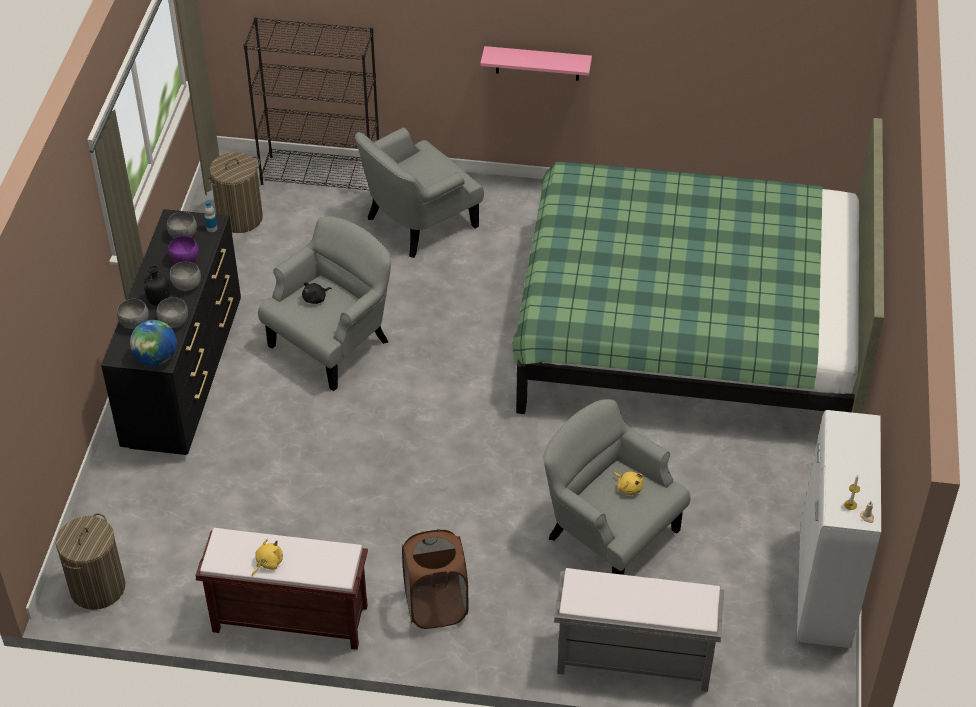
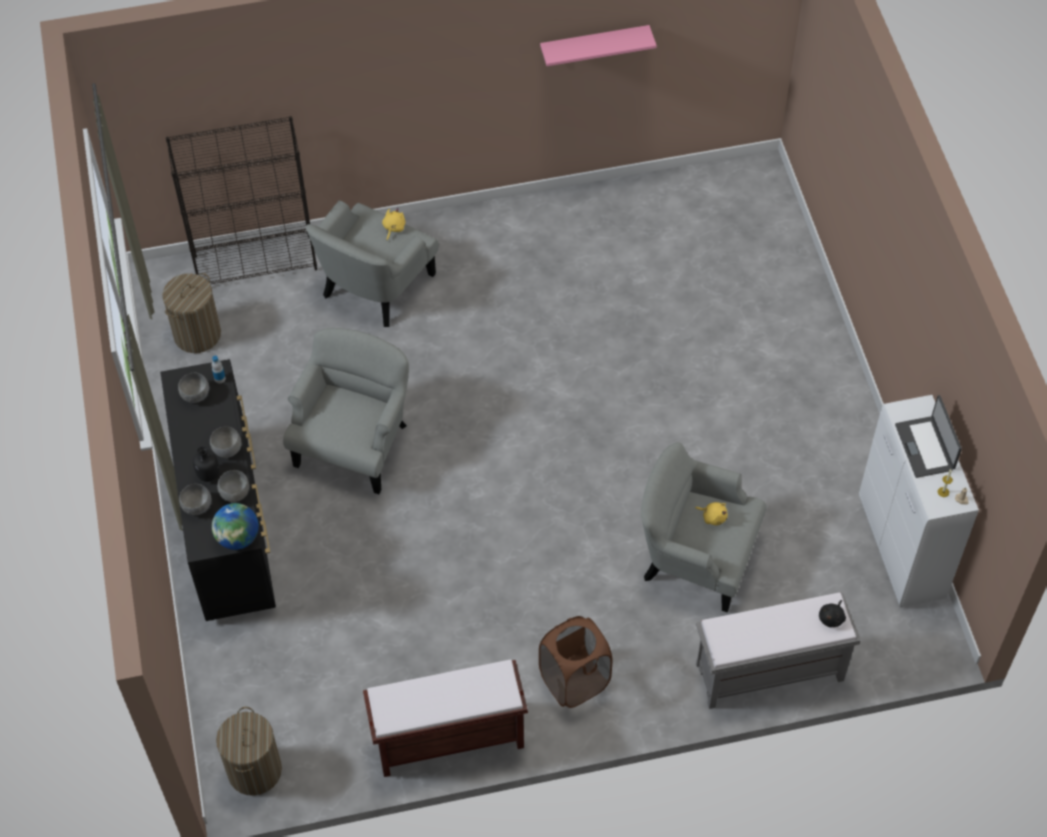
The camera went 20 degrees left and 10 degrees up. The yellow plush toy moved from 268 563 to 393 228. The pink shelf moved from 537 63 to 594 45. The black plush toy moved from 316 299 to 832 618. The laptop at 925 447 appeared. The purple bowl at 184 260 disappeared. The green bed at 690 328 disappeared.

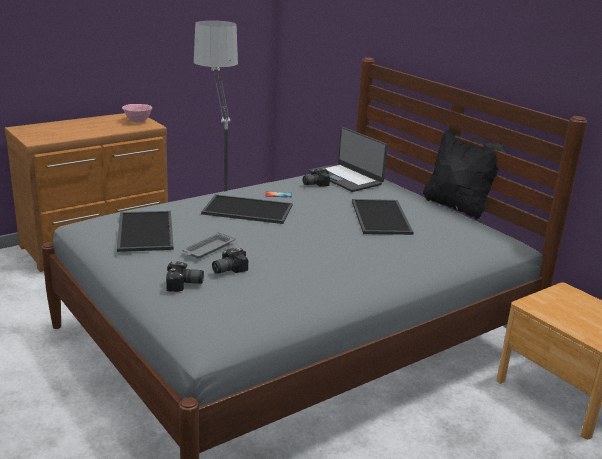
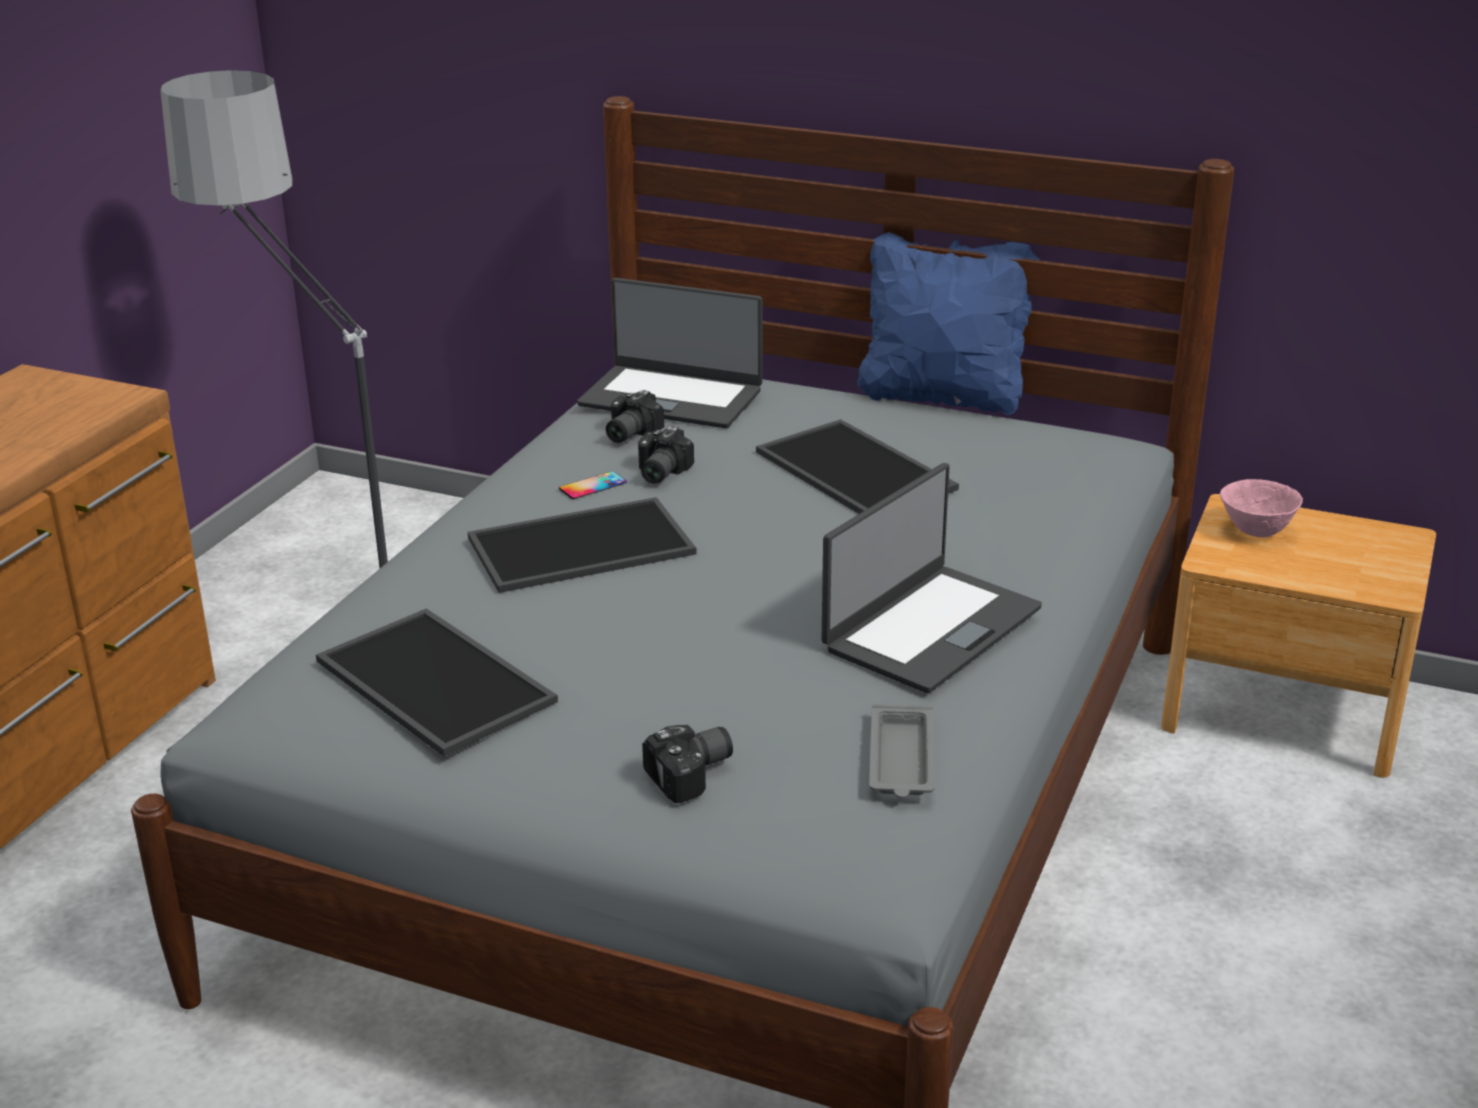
The camera went 30 degrees left and 5 degrees up. The photo camera moved from 227 269 to 658 473. The laptop at 930 628 appeared. The black pillow at 457 207 became the blue pillow at 942 398. The grey tray moved from 208 249 to 901 760. The pink bowl moved from 137 121 to 1255 531.

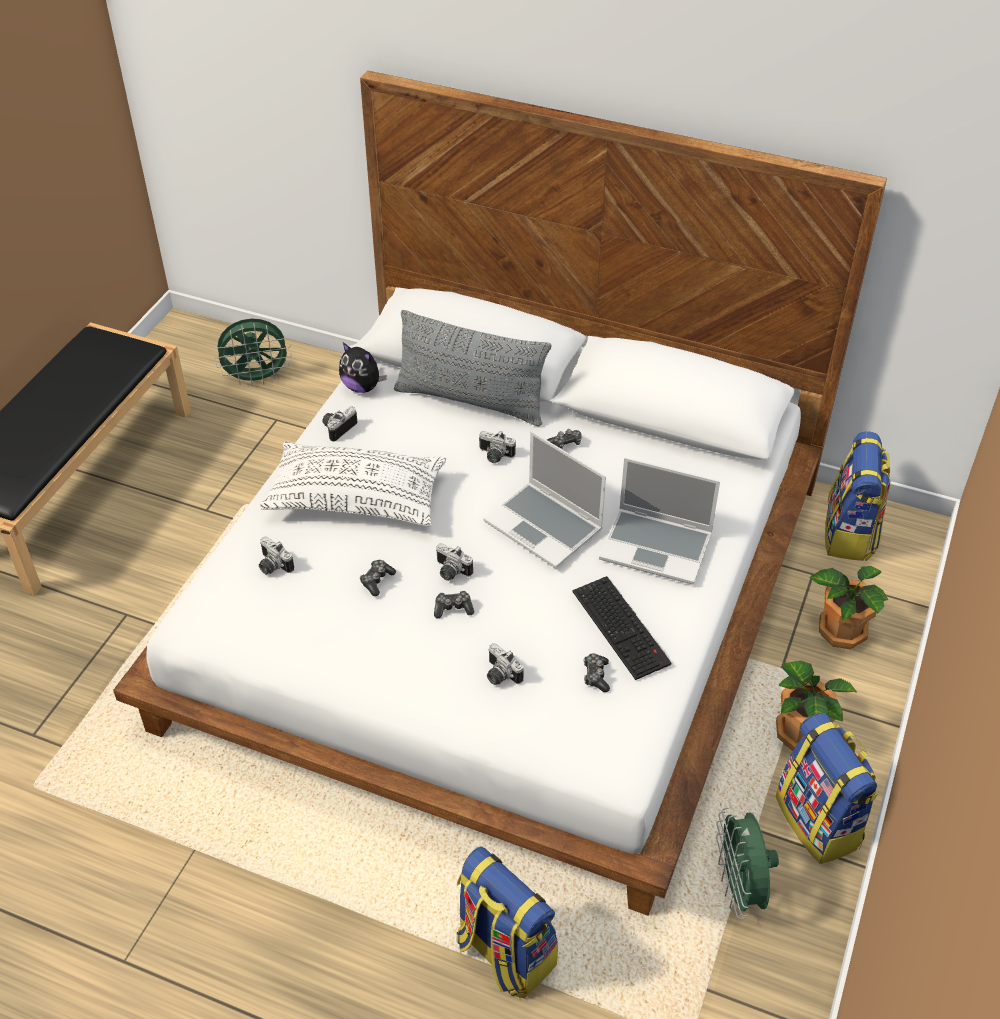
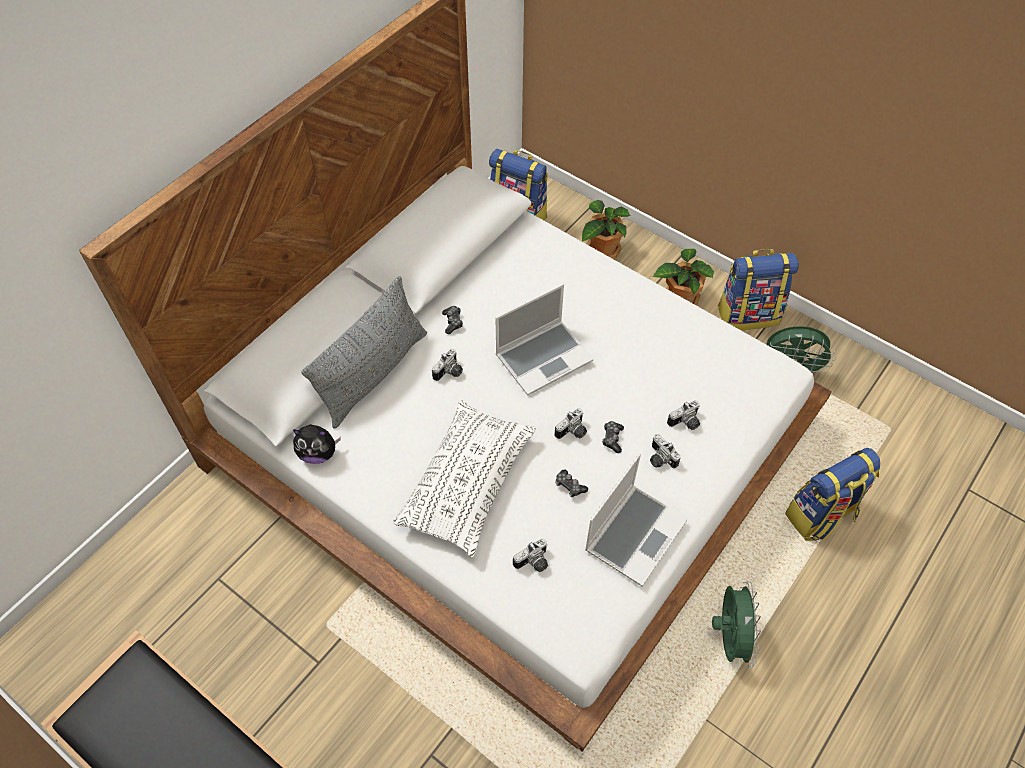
The camera went 75 degrees left and 10 degrees up. The plush toy at 362 387 turned 45 degrees clockwise. The laptop moved from 657 547 to 635 533. The photo camera moved from 337 428 to 659 459. The green fan moved from 257 378 to 729 637. The keyboard at 623 628 disappeared. The game controller at 596 676 disappeared.

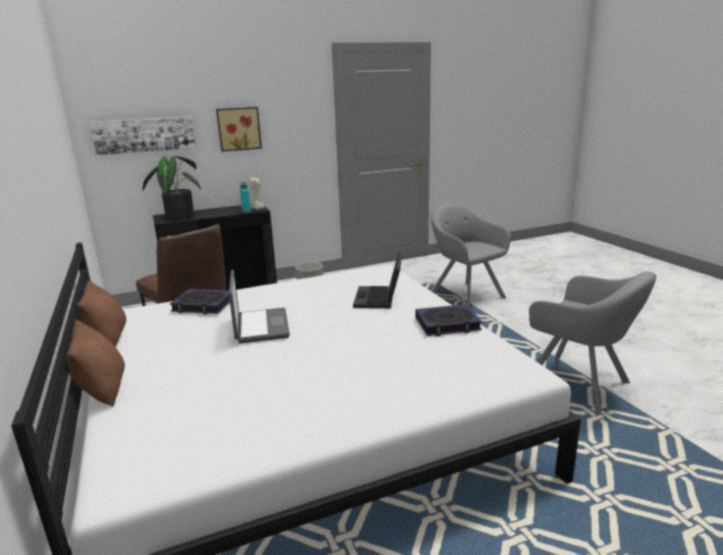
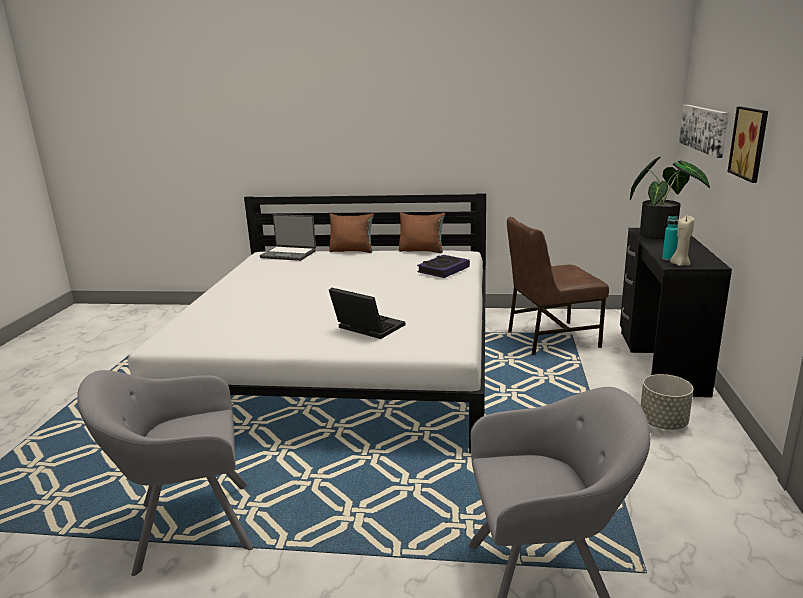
The camera went 120 degrees right and 0 degrees up. The laptop moved from 260 327 to 289 254. The book at 447 324 disappeared.

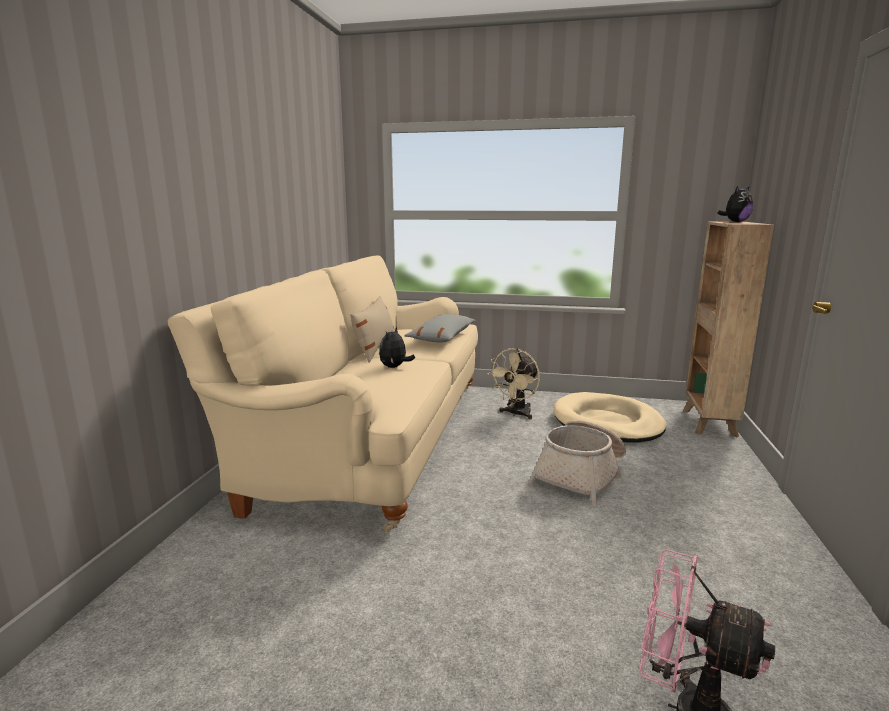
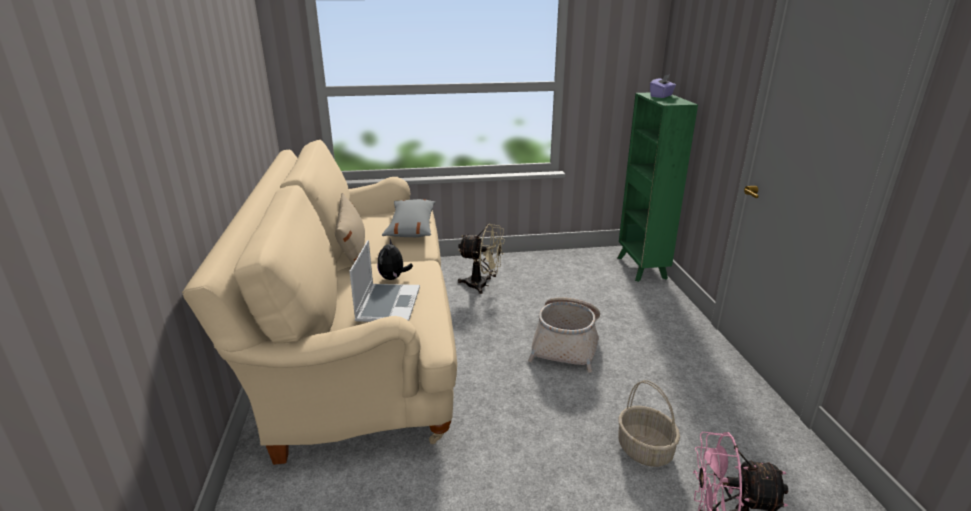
The camera went 20 degrees left and 10 degrees up. The laptop at 387 304 appeared. The beige fan at 516 414 turned 90 degrees counterclockwise. The brown bookcase at 709 424 became the green bookcase at 641 268. The basket at 645 450 appeared. The plush toy at 735 222 was replaced by the purple tissue box at 661 96. The beige dog bed at 607 423 disappeared.

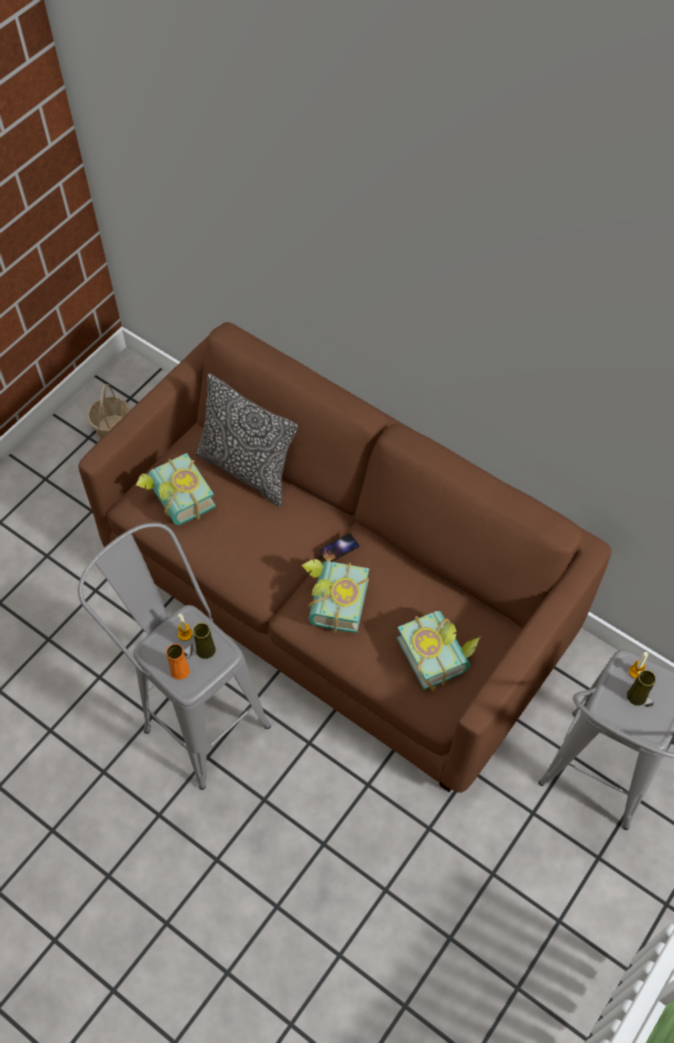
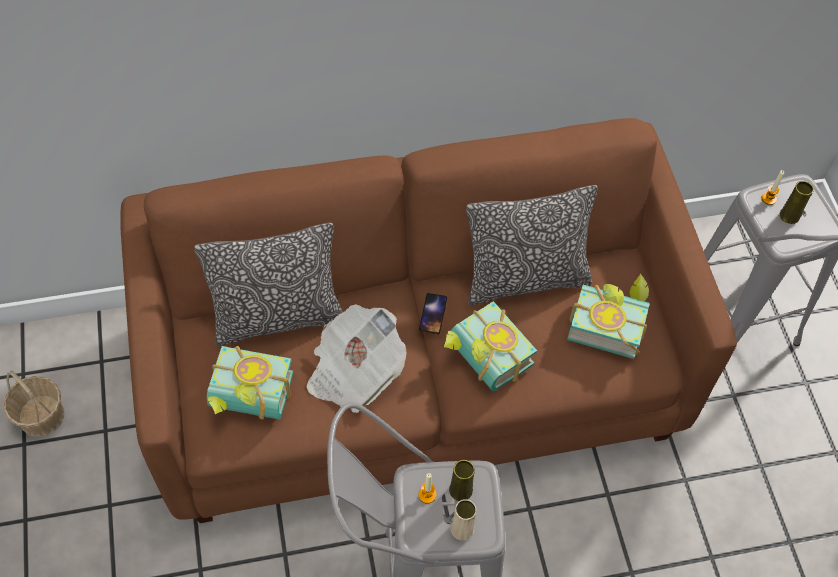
The camera went 50 degrees left and 0 degrees up. The newspaper at 354 371 appeared. The orange vase at 180 671 became the beige vase at 462 529. The pillow at 525 279 appeared.

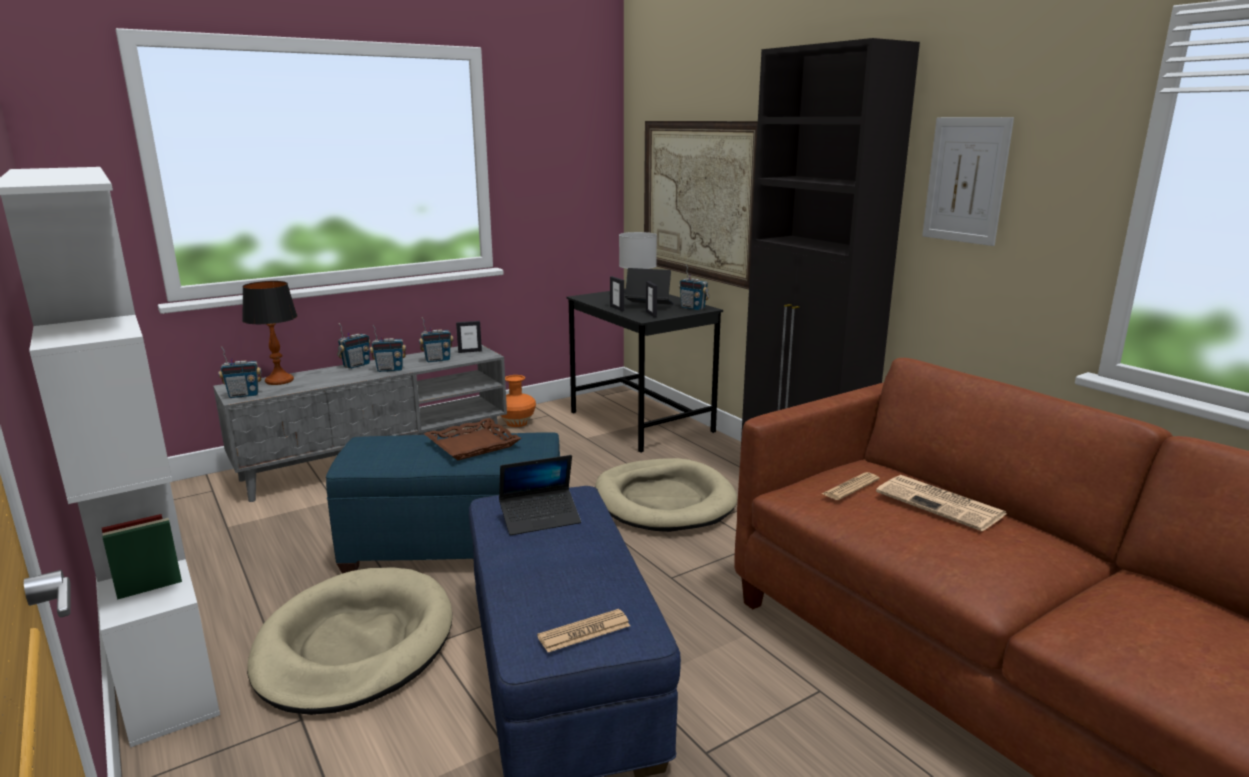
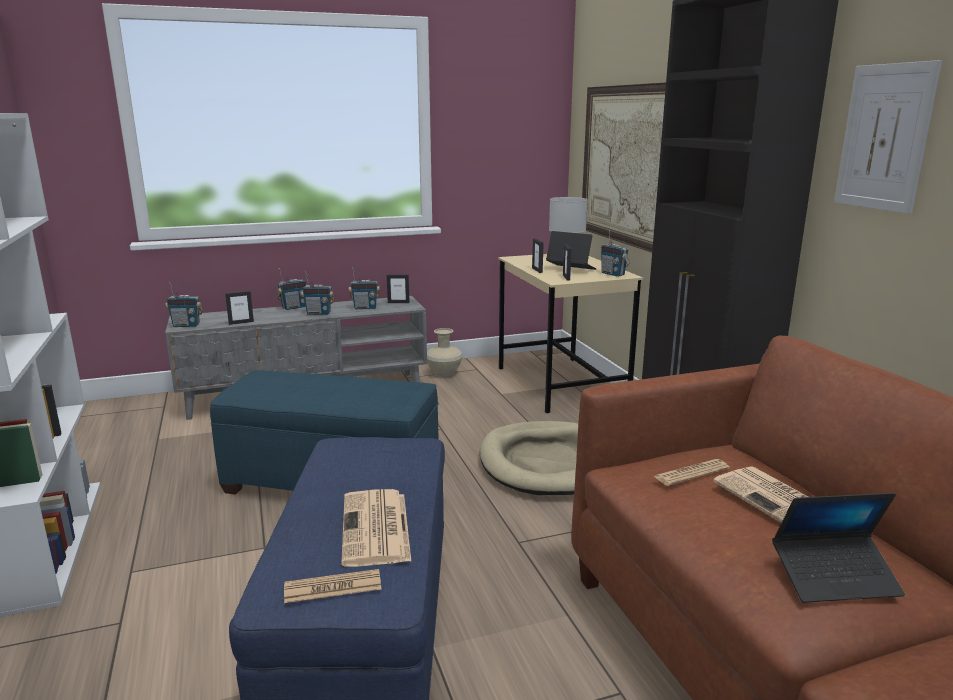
The camera went 15 degrees right and 0 degrees up. The picture frame at 241 322 appeared. The newspaper at 376 529 appeared. The orange vase at 517 423 became the beige vase at 444 374. The black desk at 642 422 became the beige desk at 562 384. The laptop moved from 540 518 to 834 578. The table lamp at 279 381 disappeared. The beige dog bed at 355 645 disappeared. The brown tray at 473 445 disappeared.

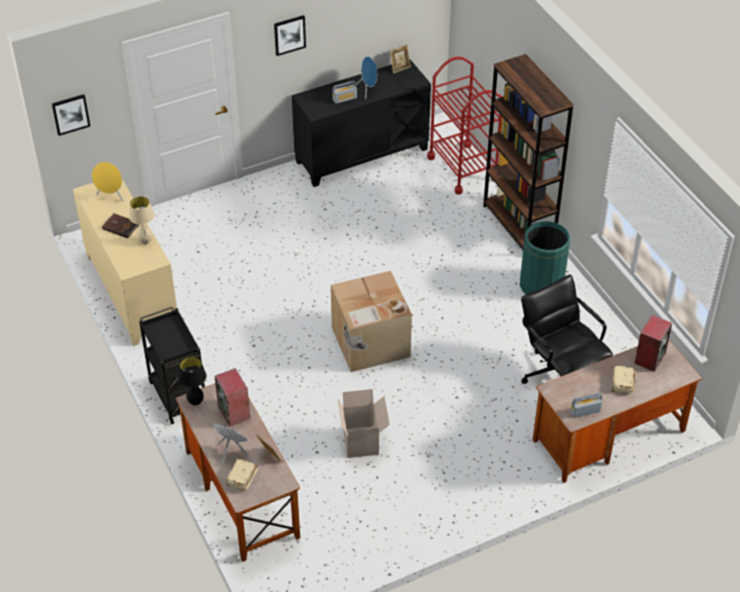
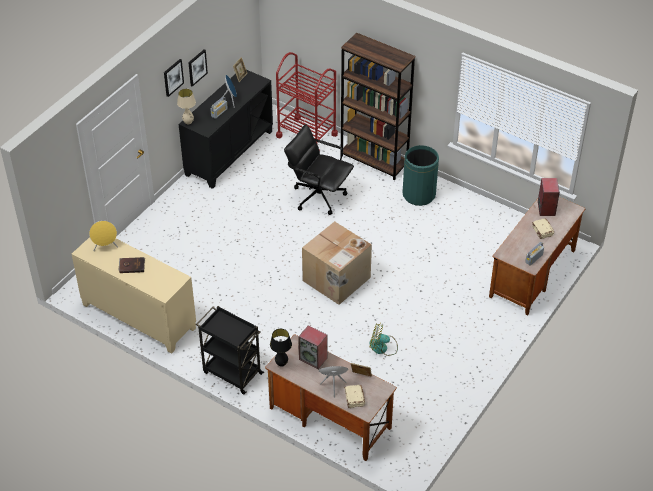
The camera went 30 degrees left and 0 degrees up. The beige table lamp moved from 145 242 to 188 123. The picture moved from 70 114 to 197 67. The black office chair moved from 559 375 to 318 196. The cardboard box at 362 442 was replaced by the fan at 382 347.

